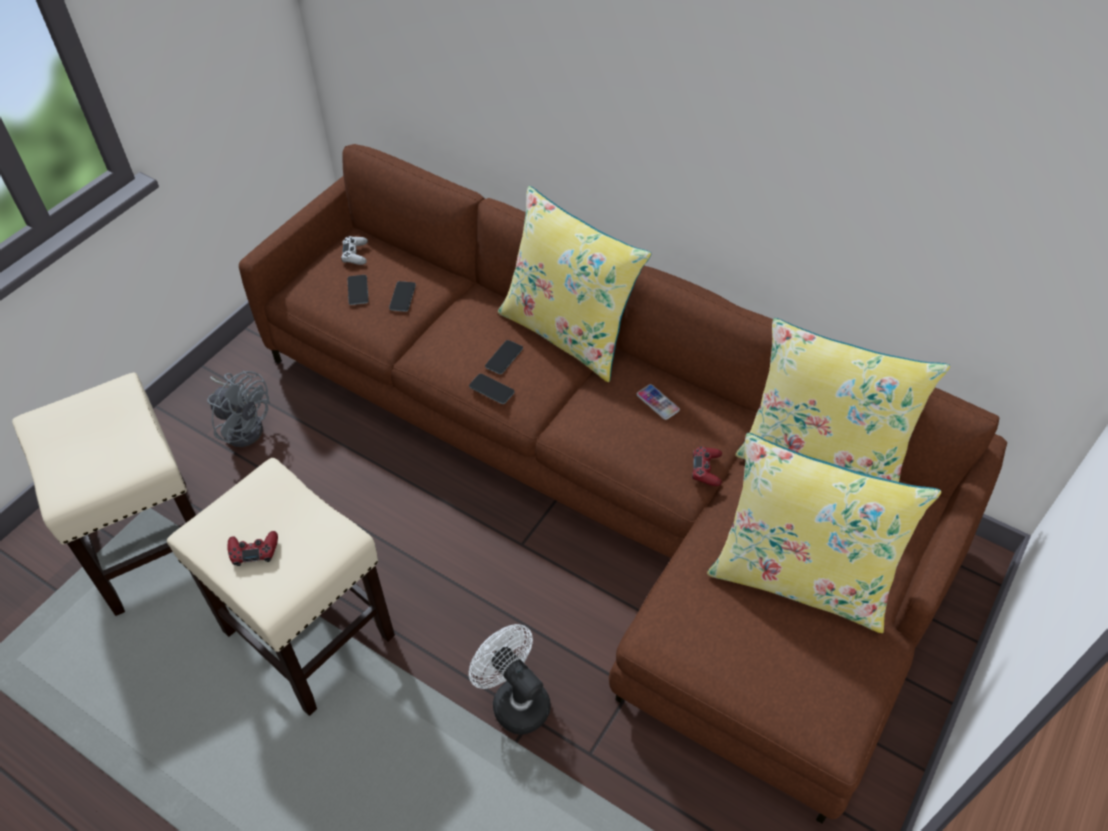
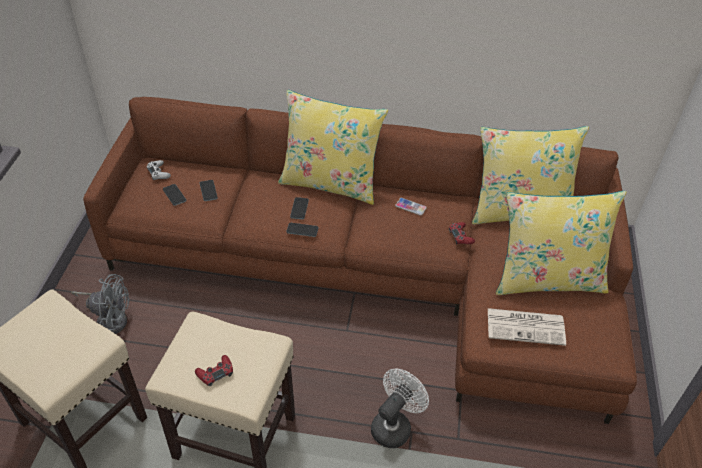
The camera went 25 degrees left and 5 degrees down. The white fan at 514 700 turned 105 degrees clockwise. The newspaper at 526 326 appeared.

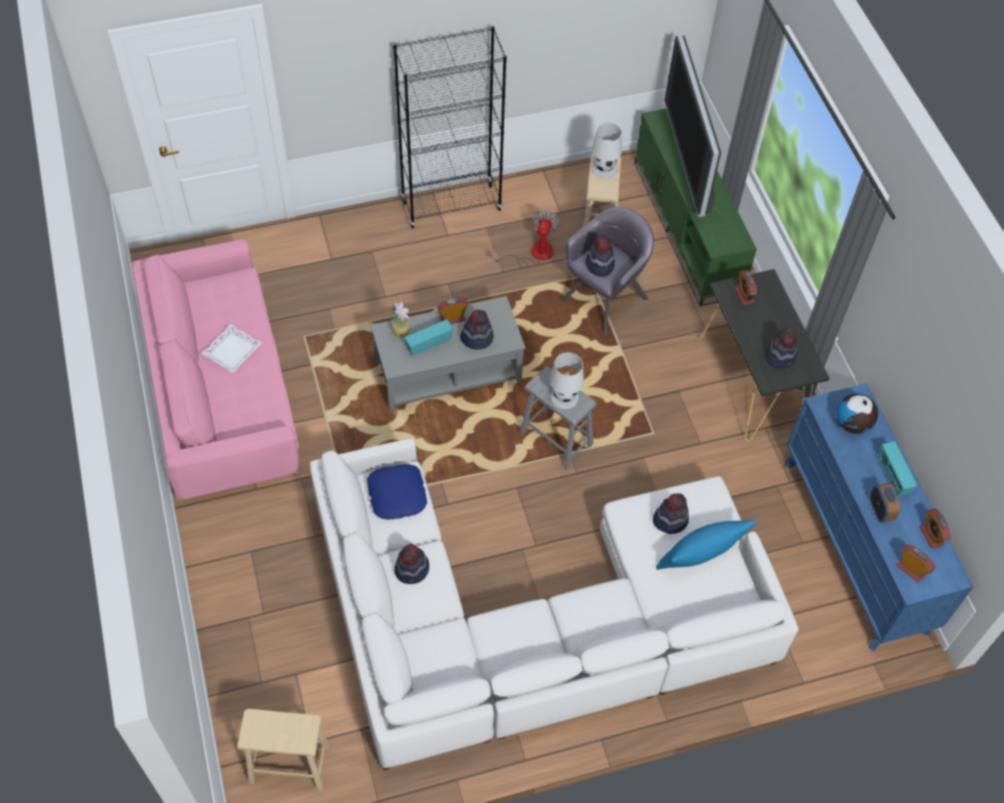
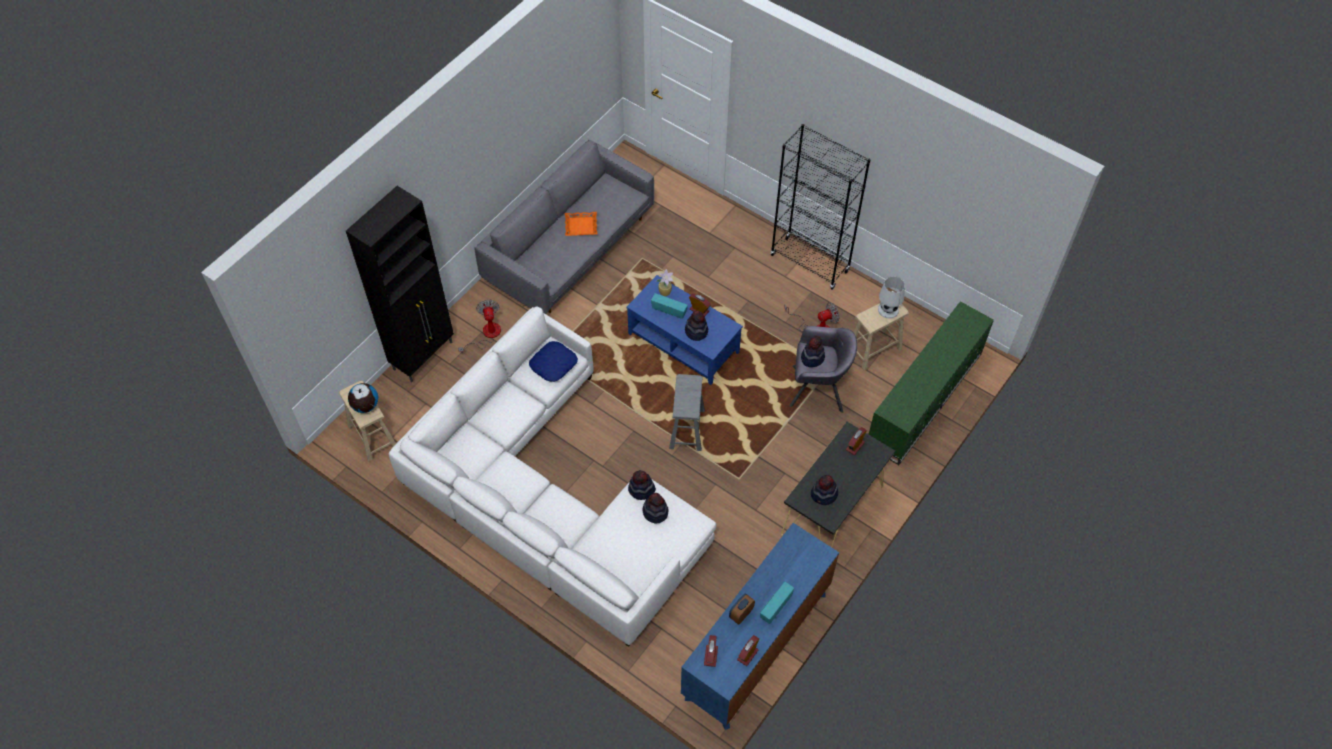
The camera went 55 degrees right and 0 degrees up. The black cabinet at 424 355 appeared. The globe moved from 852 424 to 365 406. The fan at 486 335 appeared. The pink sofa at 223 392 became the grey sofa at 570 248. The white tray at 232 351 became the orange tray at 581 226. The grey coffee table at 448 373 became the blue coffee table at 683 344. The hat moved from 412 569 to 641 490. The white table lamp at 565 397 disappeared. The blue pillow at 701 554 disappeared. The television at 691 168 disappeared.

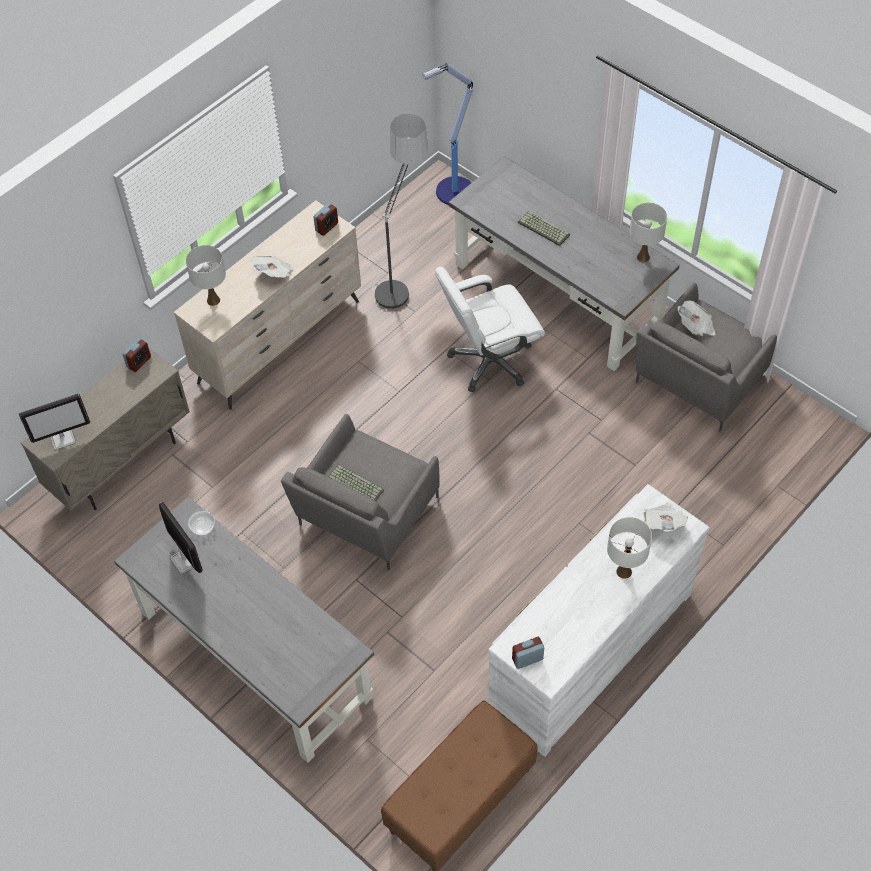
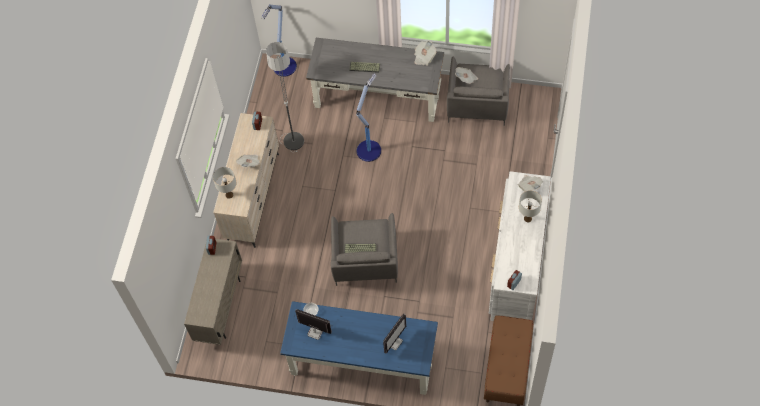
The camera went 30 degrees left and 5 degrees up. The grey desk at 253 654 became the blue desk at 362 361. The white office chair at 489 361 was replaced by the floor lamp at 369 150. The monitor moved from 63 438 to 394 341. The white table lamp at 643 257 was replaced by the newspaper at 424 57.

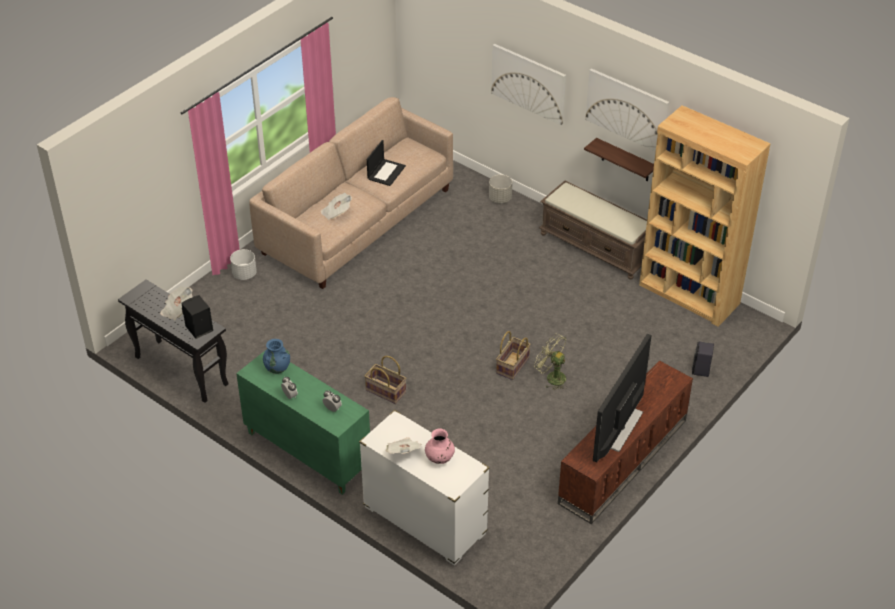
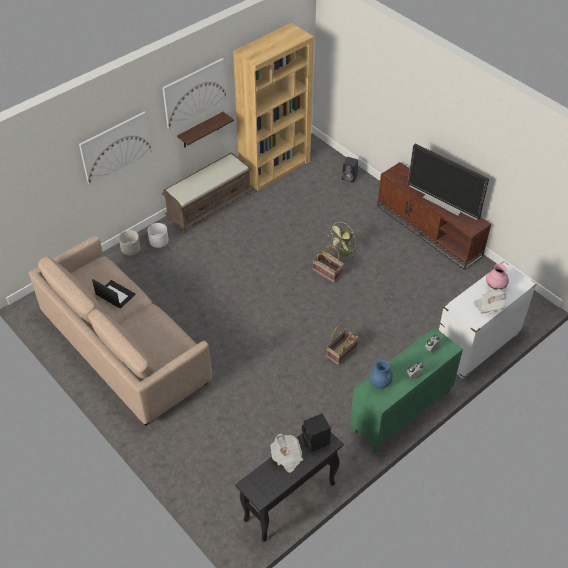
The camera went 80 degrees left and 5 degrees up. The white planter moved from 244 274 to 159 242. The newspaper at 336 213 disappeared.

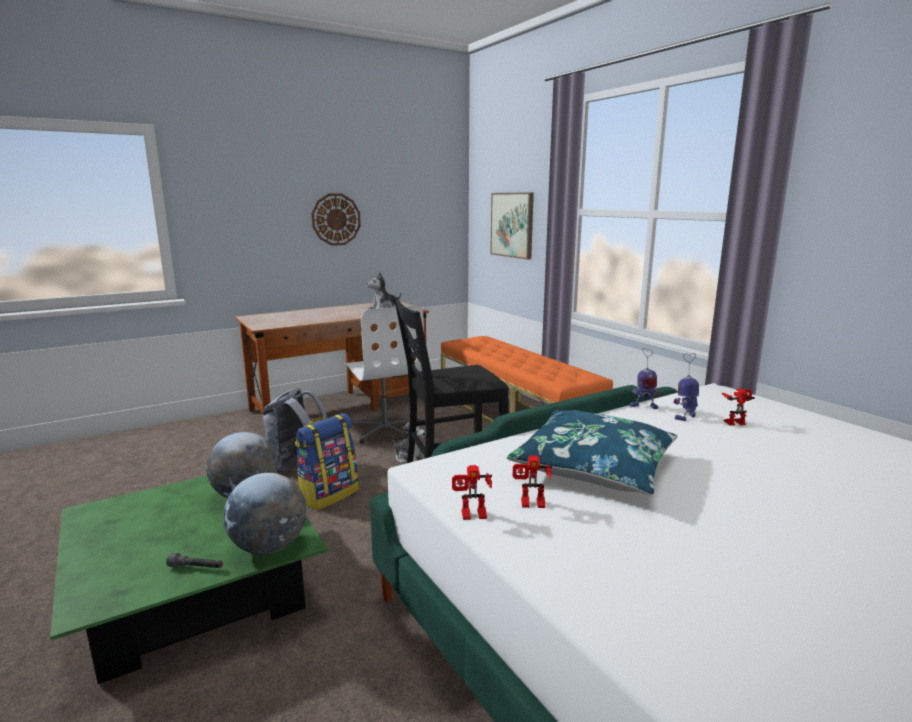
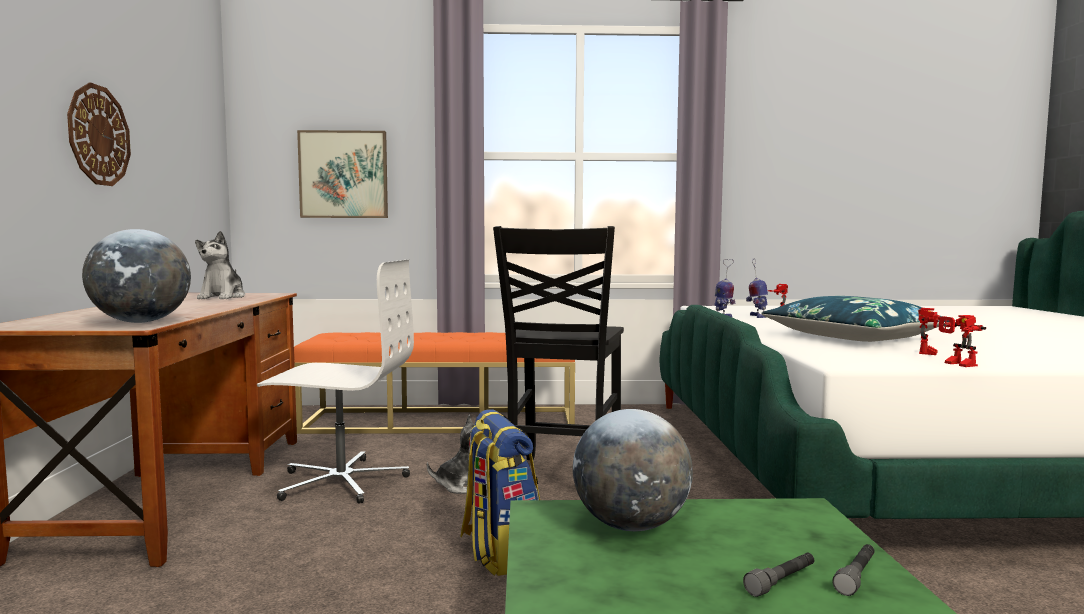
The camera went 60 degrees left and 10 degrees down. The globe moved from 269 547 to 141 322. The grey flashlight at 781 582 appeared. The toy robot at 472 516 turned 135 degrees clockwise. The grey backpack at 297 465 disappeared.

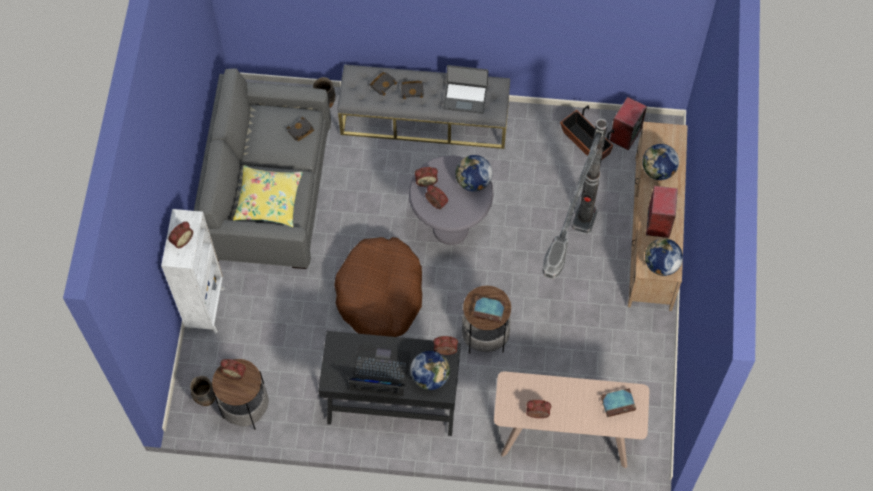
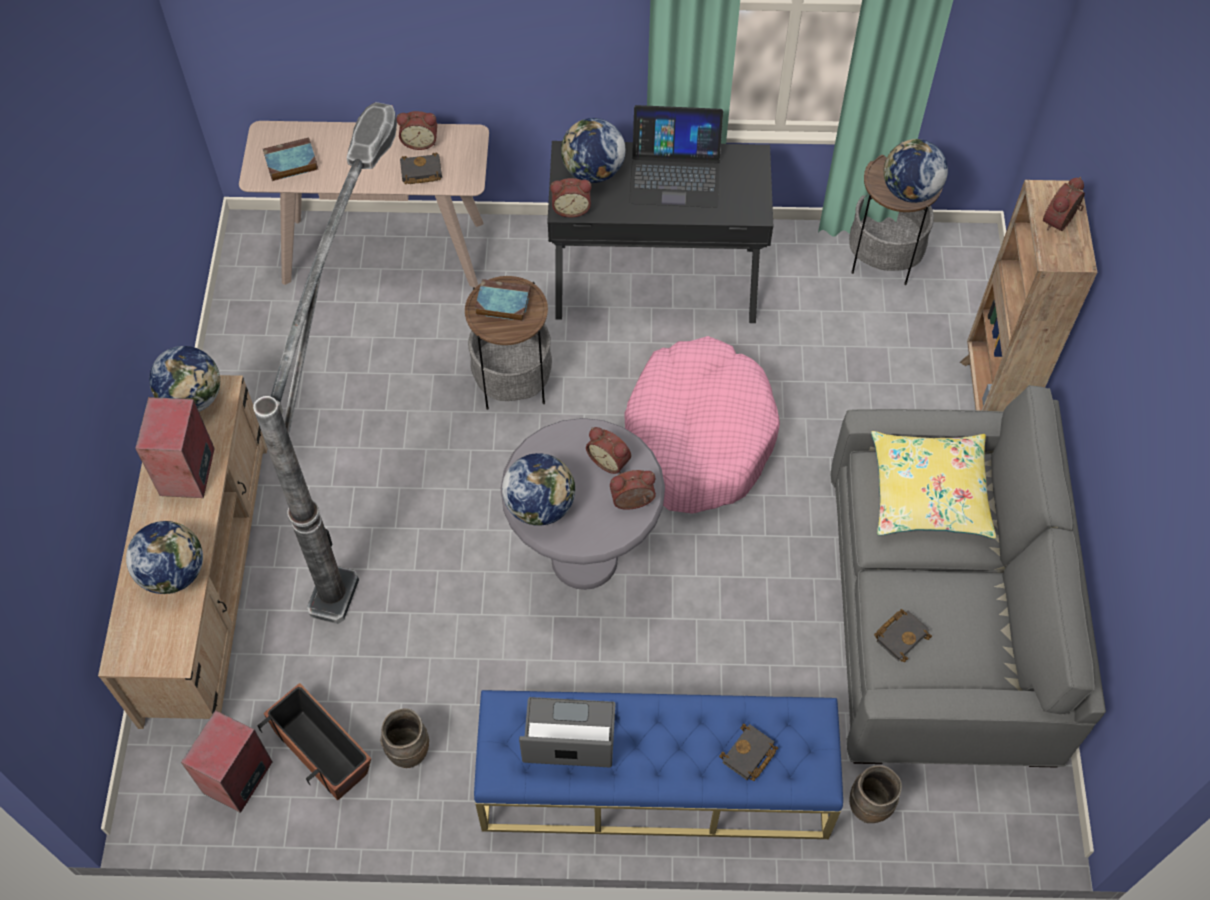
The camera went 175 degrees right and 5 degrees down. The brown vase moved from 206 398 to 408 752. The black book moved from 413 90 to 420 172. The grey bench at 425 119 became the blue bench at 654 783. The brown dog bed at 380 294 became the pink dog bed at 698 437. The alarm clock at 235 371 was replaced by the globe at 909 191. The white bookcase at 206 307 became the brown bookcase at 990 398.

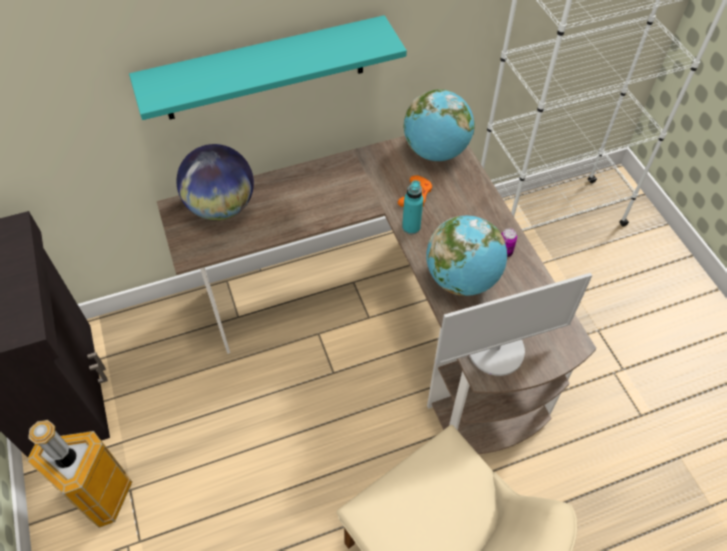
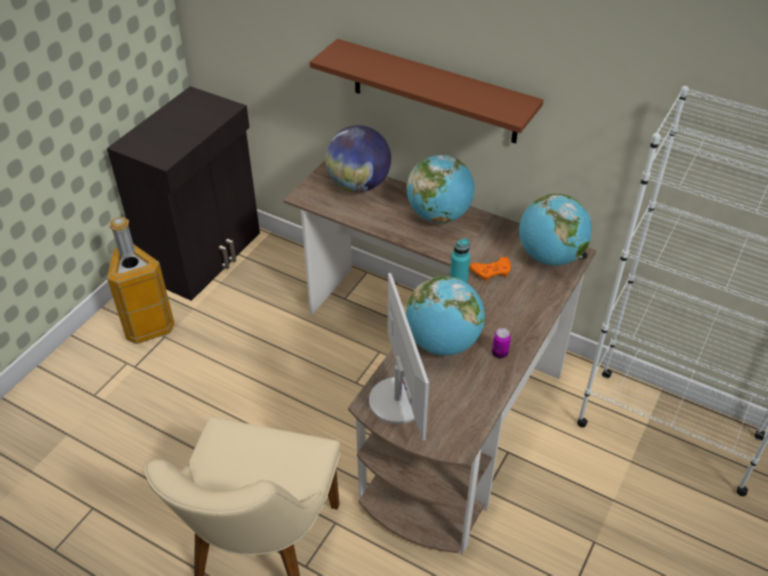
The camera went 50 degrees right and 10 degrees down. The turquoise shelf at 265 69 became the brown shelf at 434 92. The monitor at 496 350 turned 135 degrees counterclockwise. The globe at 439 215 appeared.

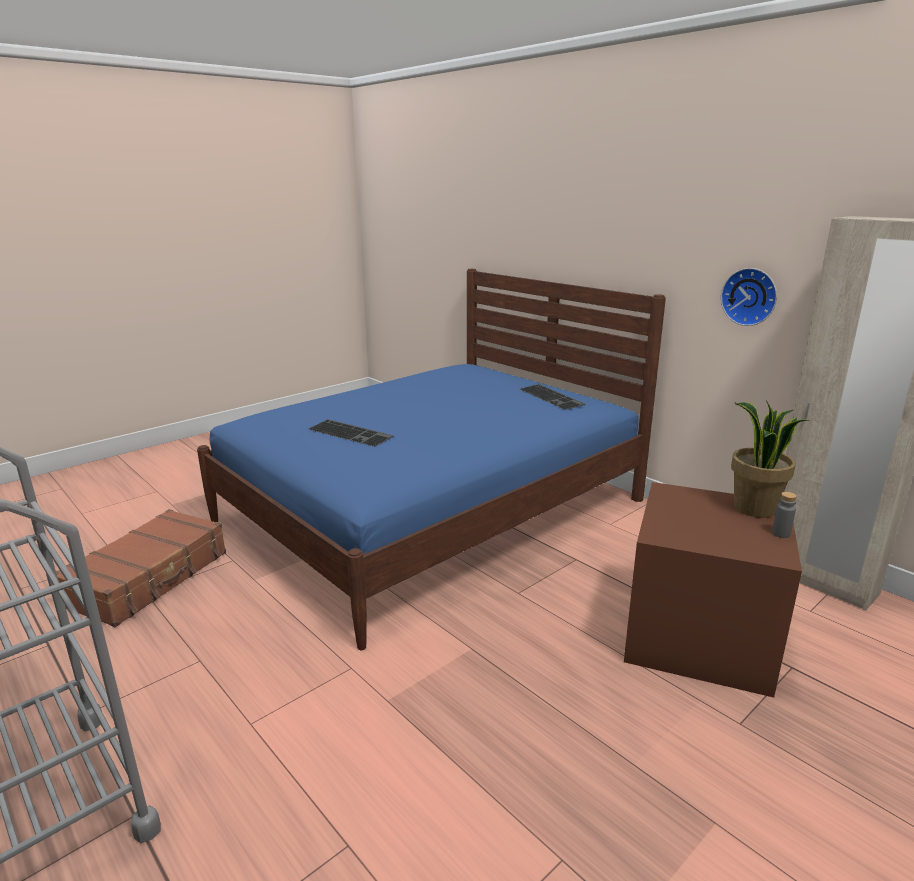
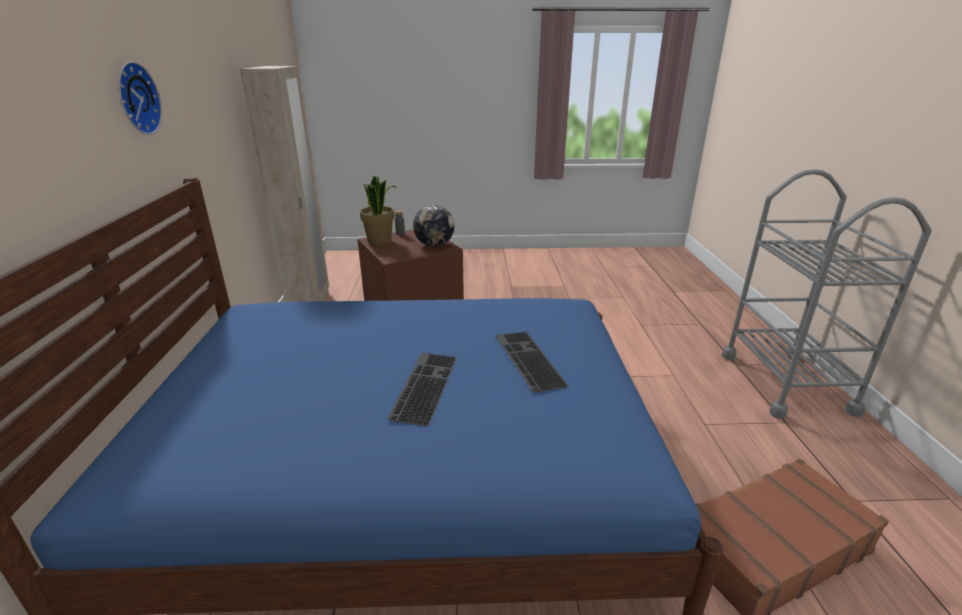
The camera went 140 degrees left and 5 degrees up. The wall clock moved from 750 296 to 135 99. The keyboard moved from 552 397 to 423 385. The globe at 434 245 appeared.

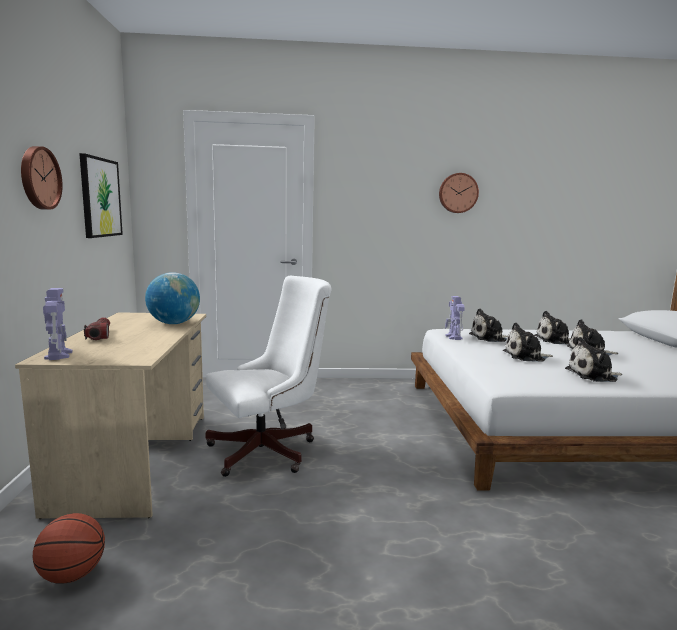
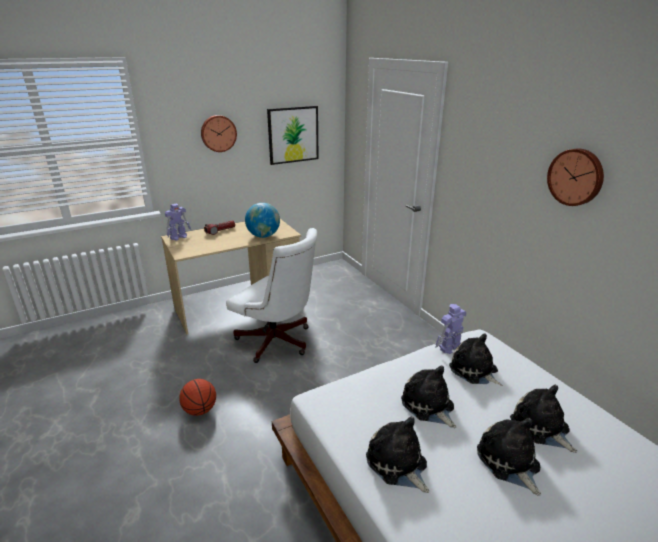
The camera went 65 degrees right and 15 degrees up. The basketball moved from 72 575 to 200 410.

